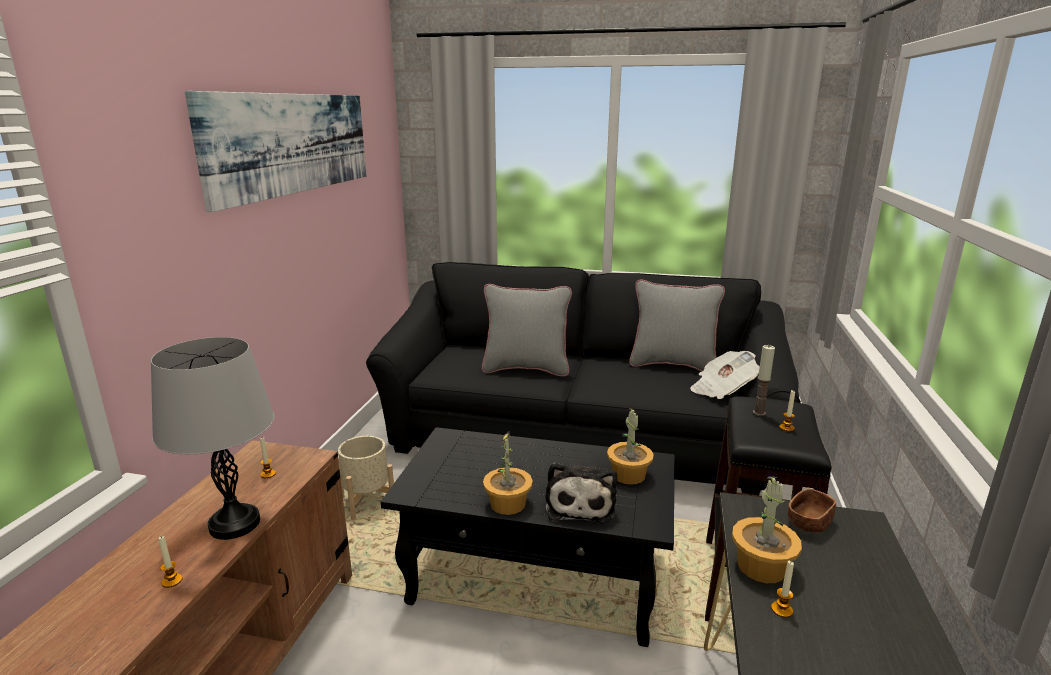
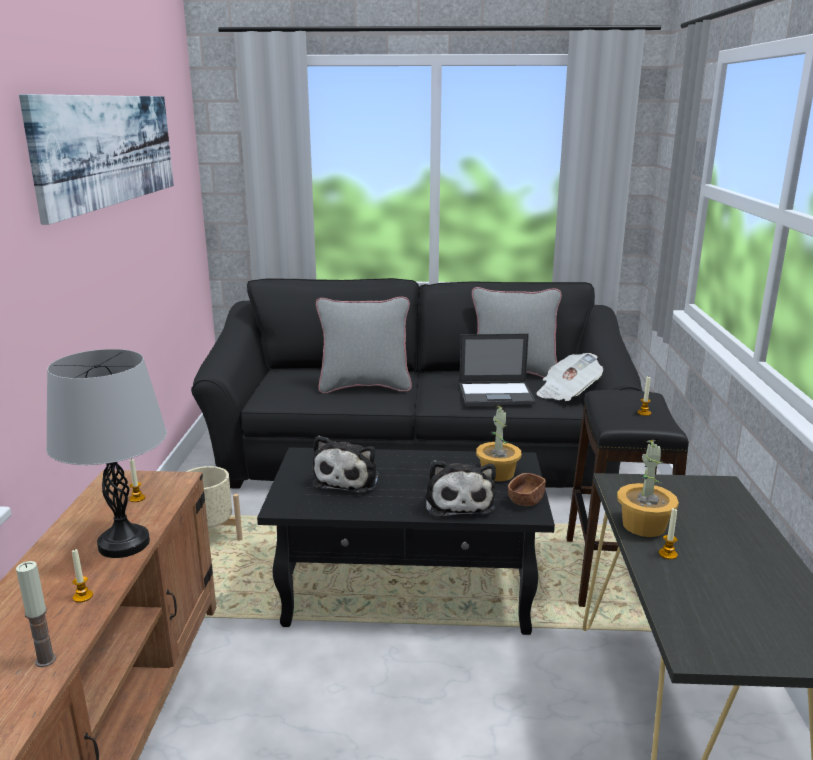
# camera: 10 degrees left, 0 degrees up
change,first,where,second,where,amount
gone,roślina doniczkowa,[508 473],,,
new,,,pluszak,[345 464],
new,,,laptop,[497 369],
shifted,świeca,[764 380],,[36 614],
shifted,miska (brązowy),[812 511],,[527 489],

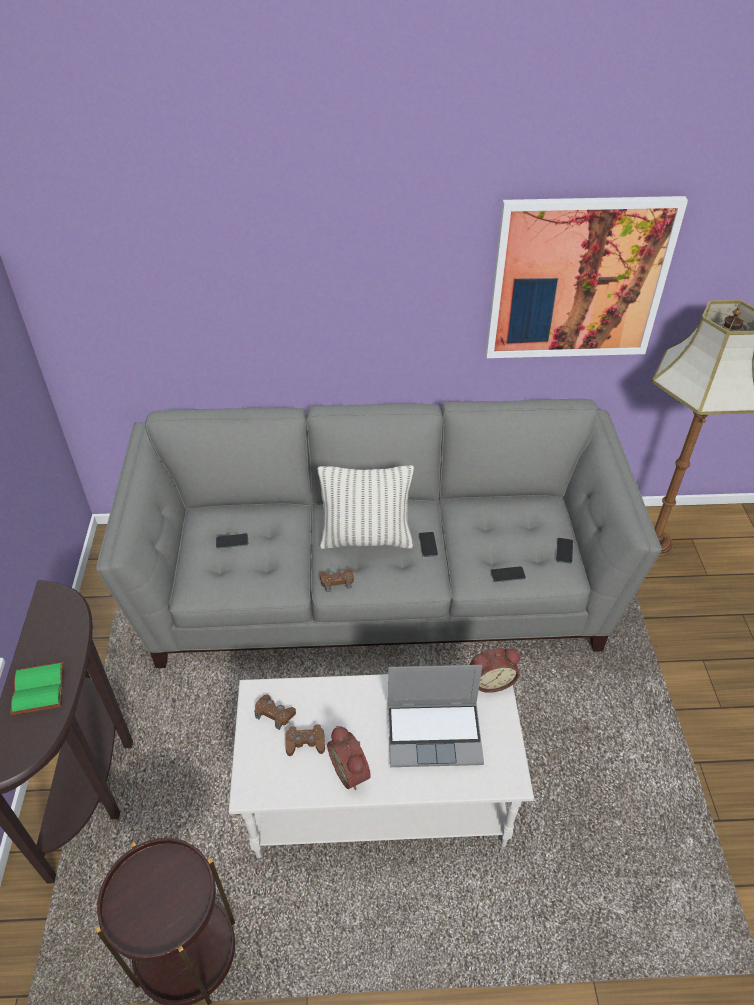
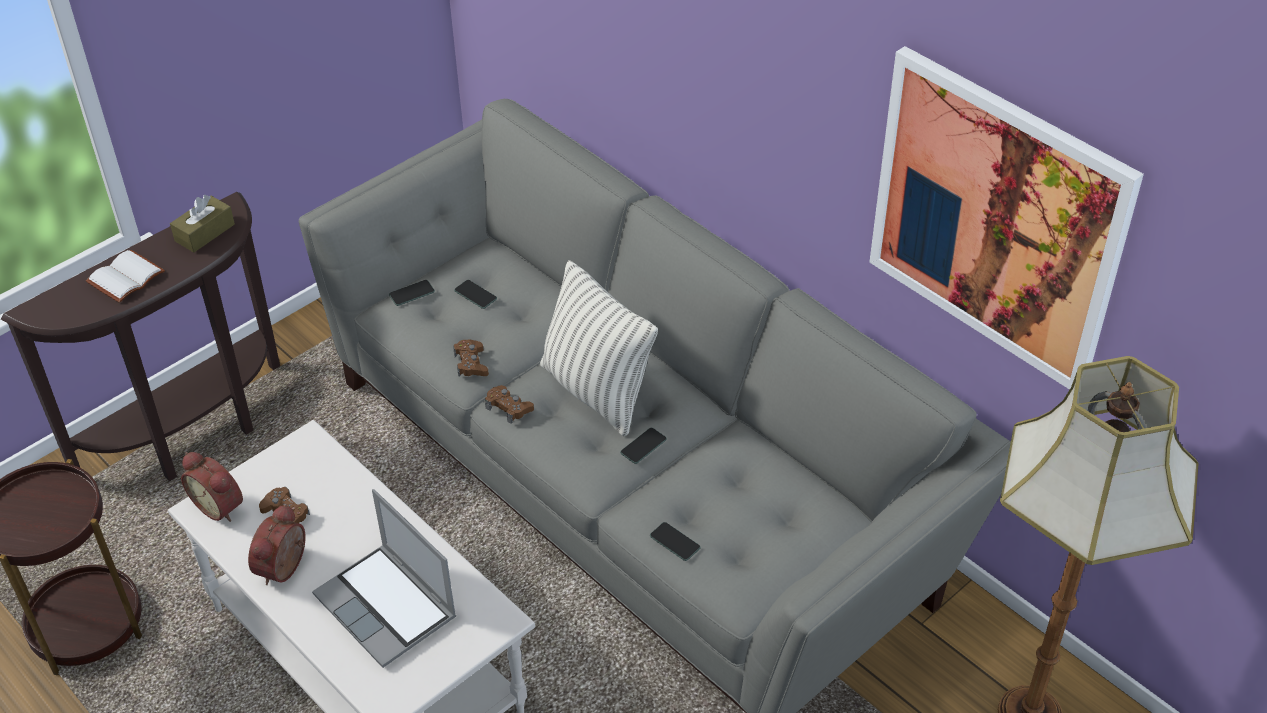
# camera: 50 degrees right, 0 degrees up
change,first,where,second,where,amount
new,,,pudełko chusteczek (brązowy),[202 224],
shifted,pad do gier (brązowy),[275 712],,[471 357],
shifted,budzik,[495 670],,[212 487],
shifted,telefon,[564 551],,[412 293],
repainted,książka (zielony),[37 688],książka (biały),[125 276],

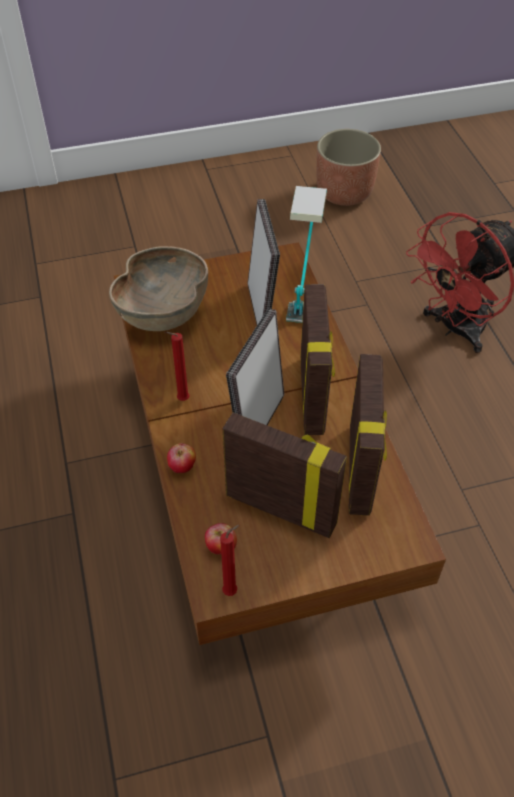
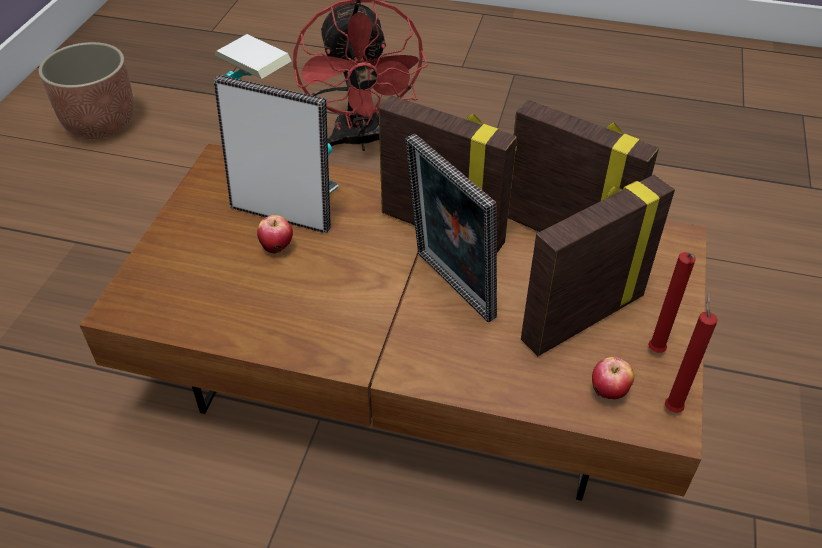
# camera: 60 degrees left, 5 degrees down
change,first,where,second,where,amount
gone,miska (brązowy),[158 288],,,
shifted,świeca (czerwony),[177 366],,[672 302],
shifted,jabłko,[181 458],,[275 234],

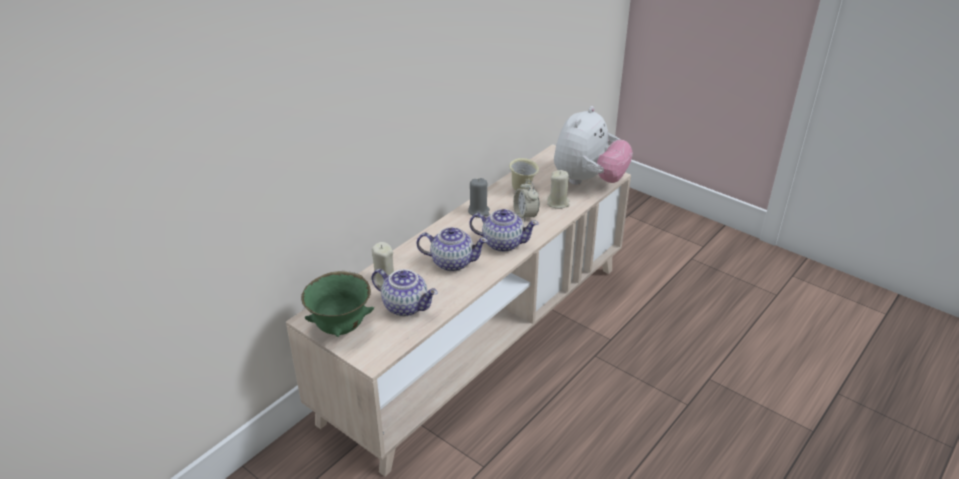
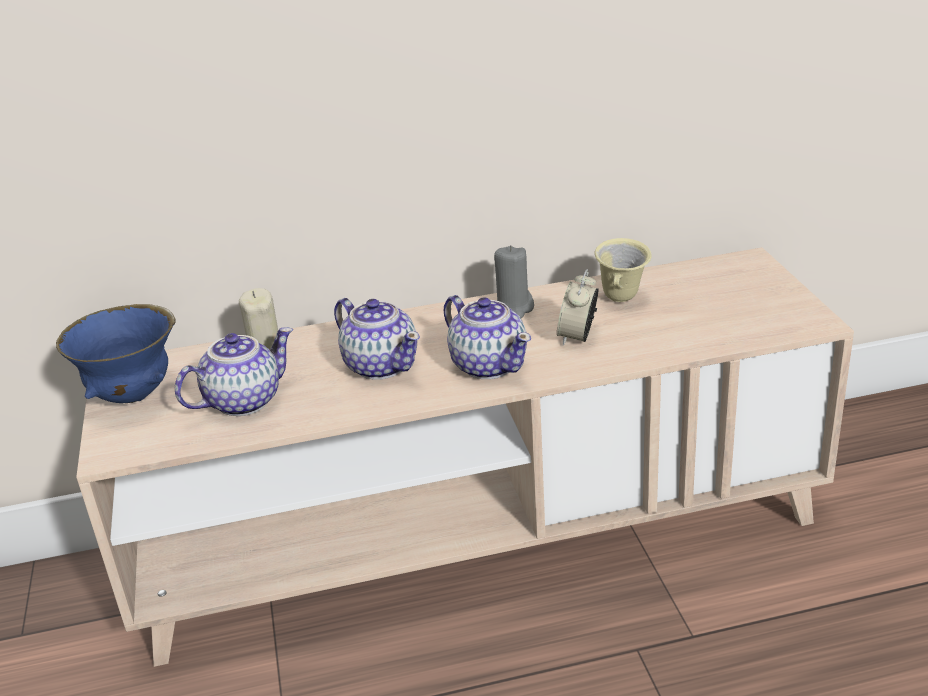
# camera: 40 degrees right, 5 degrees down
change,first,where,second,where,amount
gone,świeca (beżowy),[558 189],,,
gone,pluszak,[593 145],,,
repainted,miska (zielony),[337 304],miska (niebieski),[116 353],
rotated,imbryk,[405 292],,[234 371],105 degrees counterclockwise

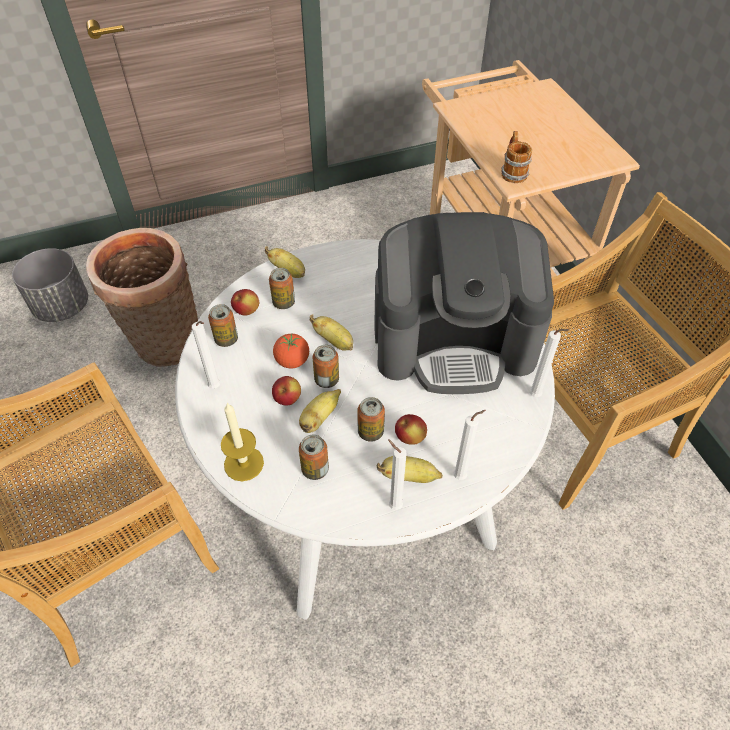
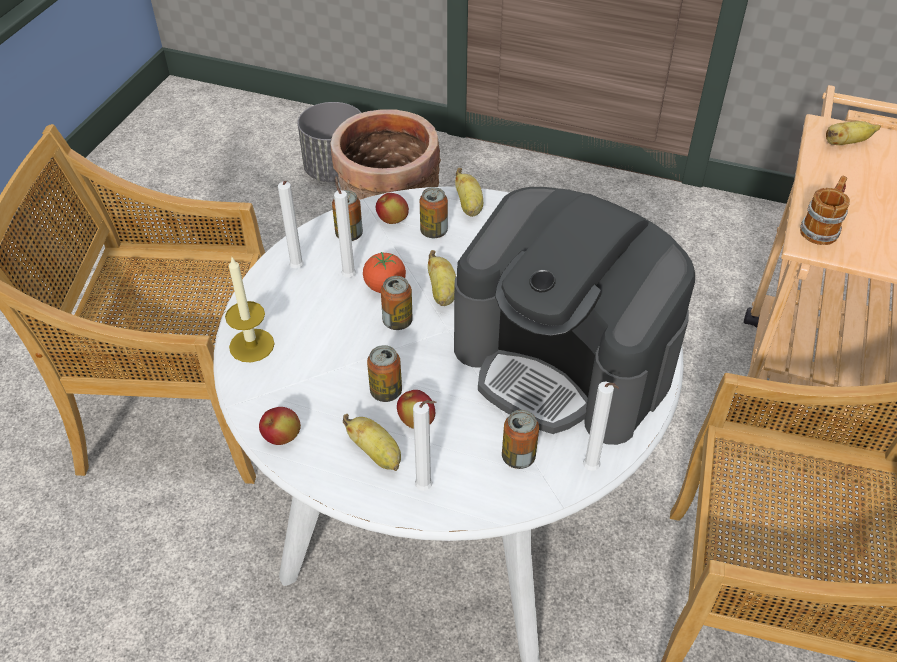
# camera: 40 degrees right, 5 degrees down
change,first,where,second,where,amount
shifted,jabłko,[286 391],,[280 426],
shifted,banan,[320 411],,[853 133],
shifted,puszka,[314 457],,[520 439],
shifted,świeca (biały),[397 474],,[345 226],

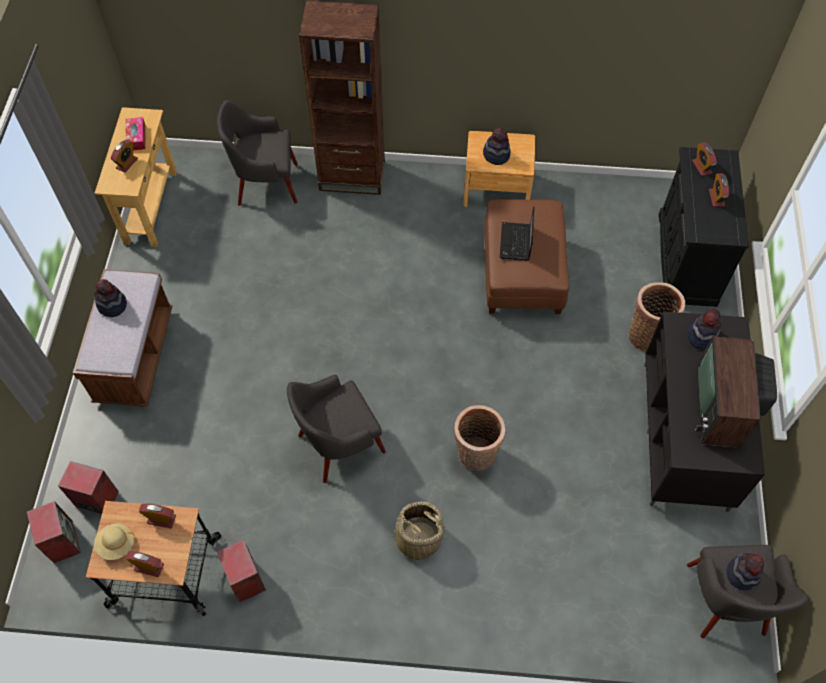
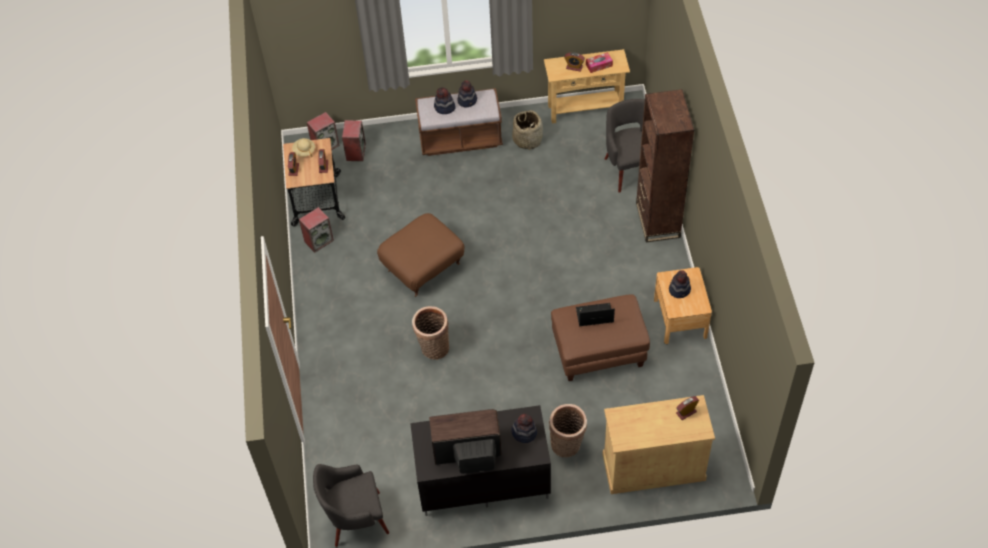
# camera: 80 degrees right, 5 degrees down
change,first,where,second,where,amount
gone,budzik,[719 190],,,
shifted,koszyk,[416 530],,[527 130],
shifted,kapelusz,[745 571],,[445 100],
swapped,fotel (szary),[336 429],pufa (brązowy),[421 255],
repainted,szafka (czarny),[704 227],szafka (beżowy),[658 444],

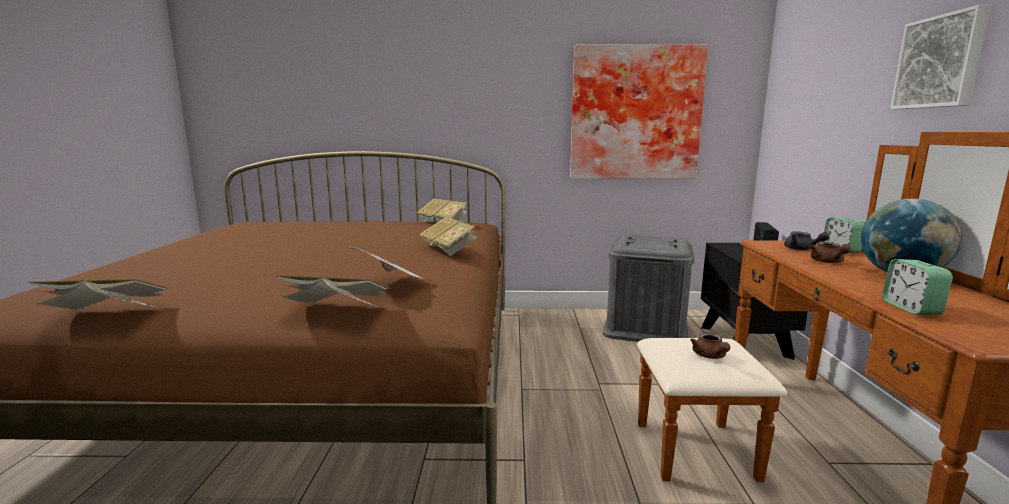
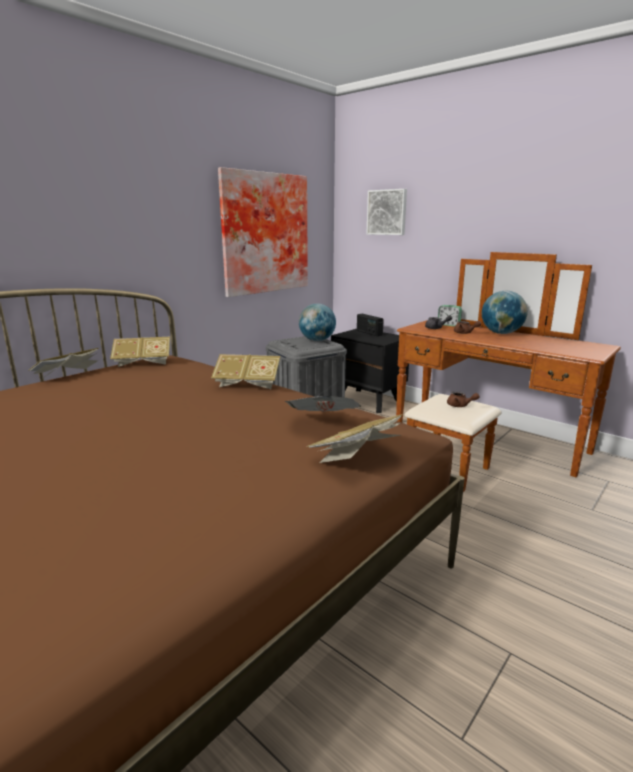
# camera: 50 degrees left, 5 degrees up
change,first,where,second,where,amount
gone,budzik,[917 287],,,
new,,,globus,[317 322],
shifted,książka,[98 294],,[63 364],
shifted,obraz,[940 56],,[386 212],

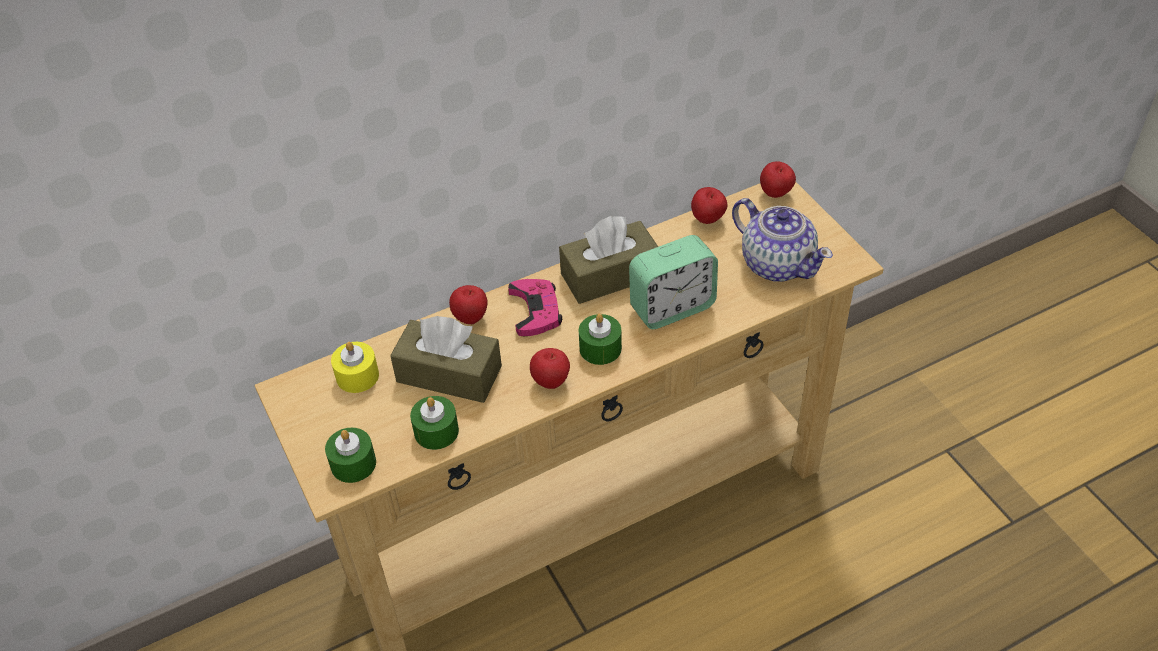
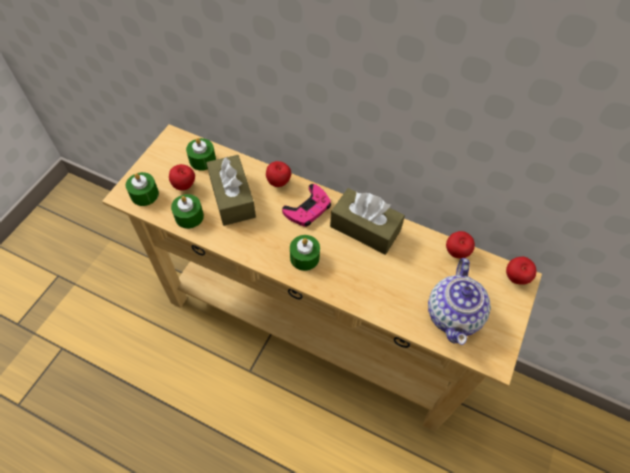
# camera: 50 degrees right, 10 degrees up
change,first,where,second,where,amount
gone,budzik,[673 282],,,
shifted,jabłko,[550 368],,[182 177],
repainted,świeca (żółty),[355 367],świeca (zielony),[201 154],

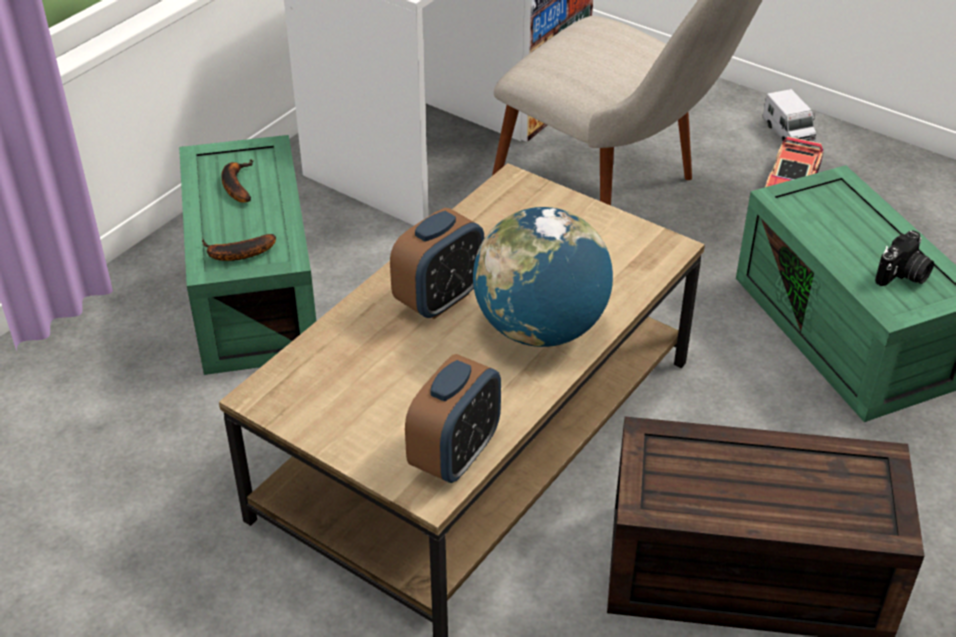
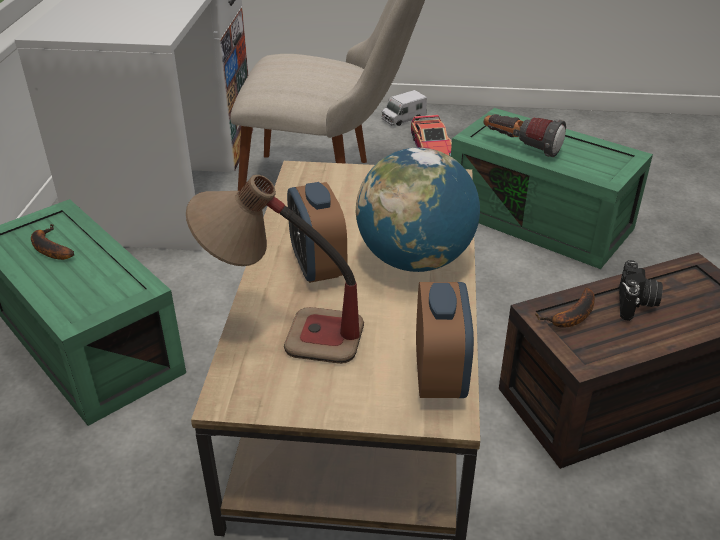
# camera: 30 degrees left, 5 degrees down
change,first,where,second,where,amount
new,,,lampa stołowa,[275 269],
new,,,latarka,[525 135],
shifted,banan,[239 247],,[565 307],
shifted,aparat fotograficzny,[904 258],,[641 290],
rotated,budzik,[437 263],,[317 232],150 degrees clockwise
rotated,ciężarówka zabawkowa,[789 117],,[404 108],105 degrees clockwise

